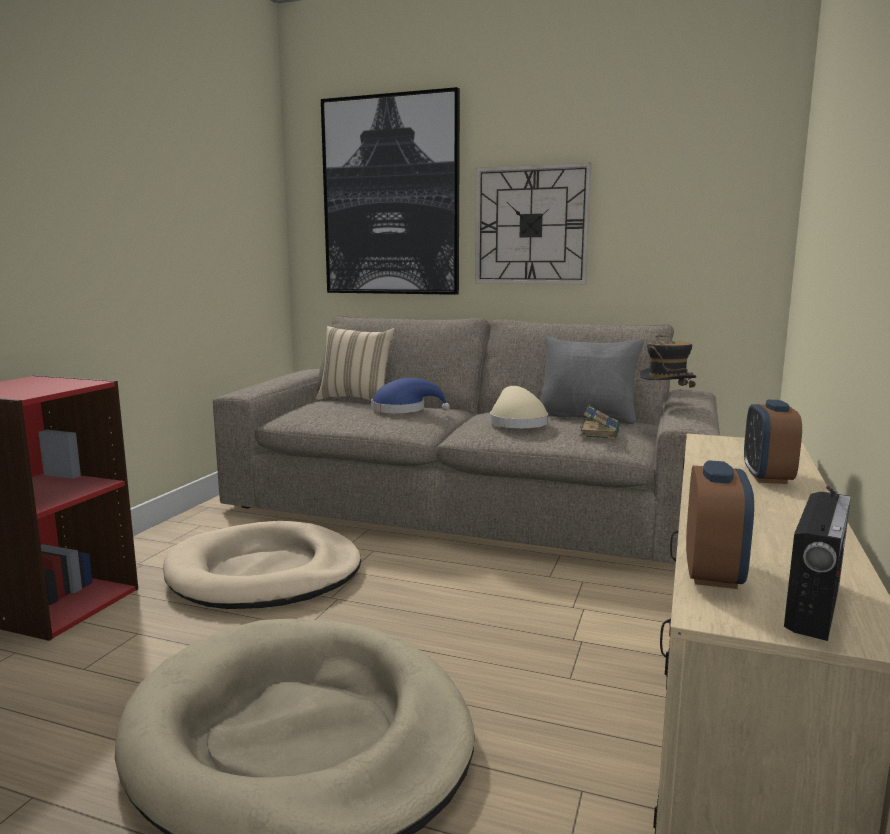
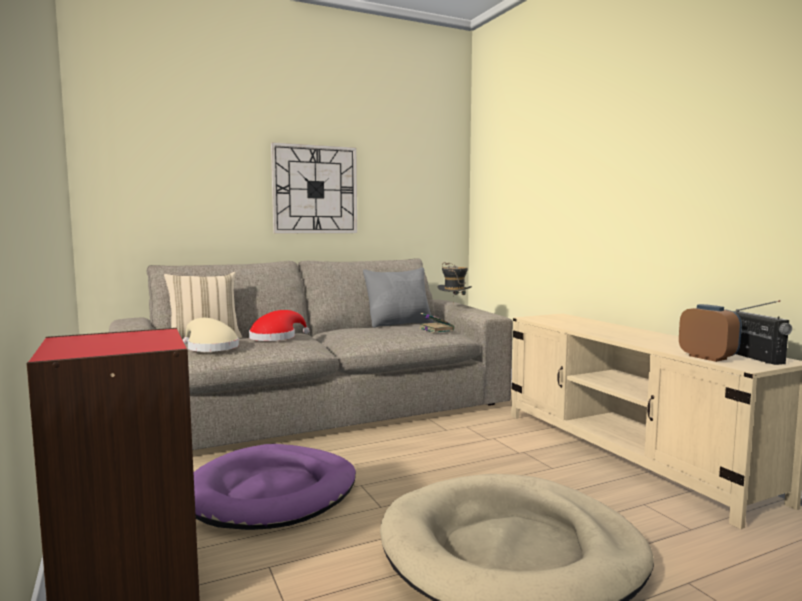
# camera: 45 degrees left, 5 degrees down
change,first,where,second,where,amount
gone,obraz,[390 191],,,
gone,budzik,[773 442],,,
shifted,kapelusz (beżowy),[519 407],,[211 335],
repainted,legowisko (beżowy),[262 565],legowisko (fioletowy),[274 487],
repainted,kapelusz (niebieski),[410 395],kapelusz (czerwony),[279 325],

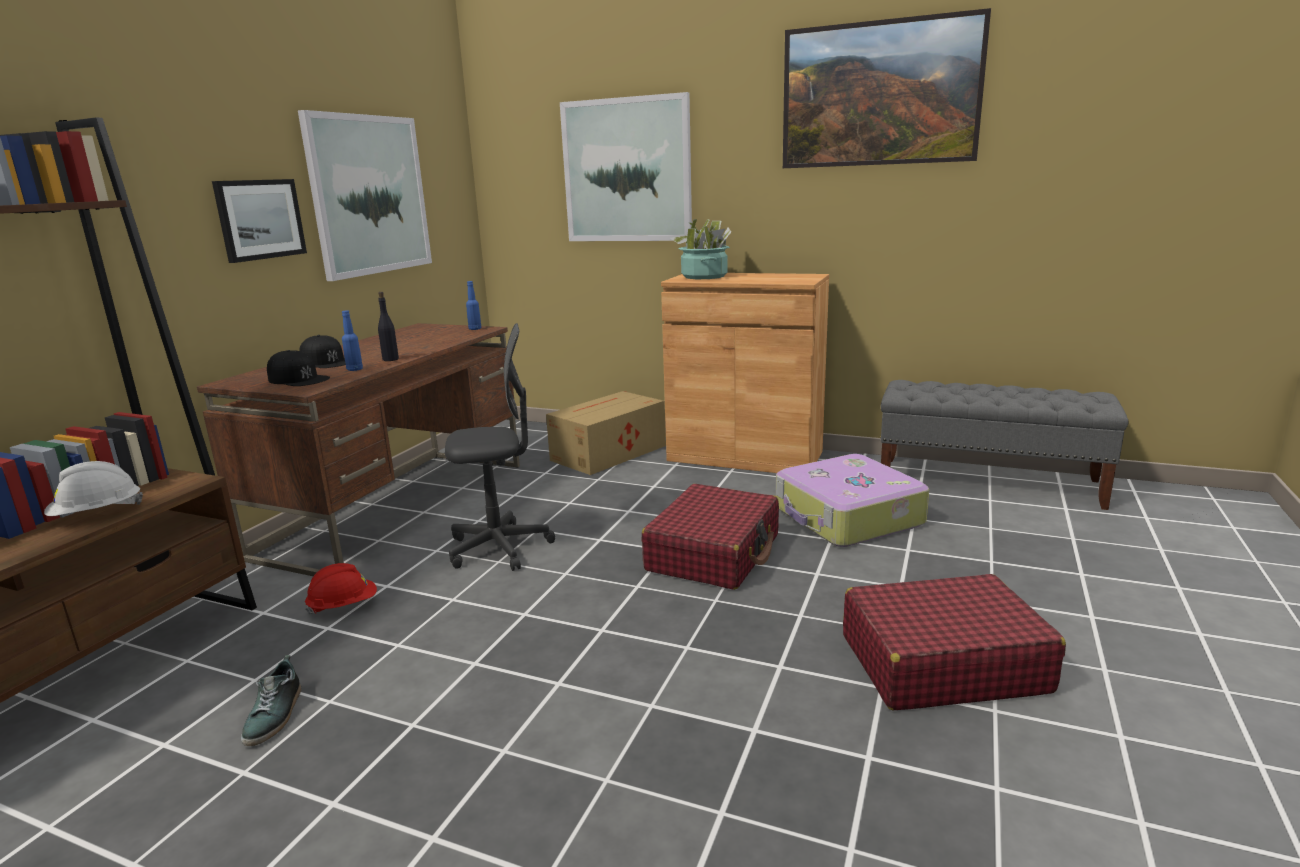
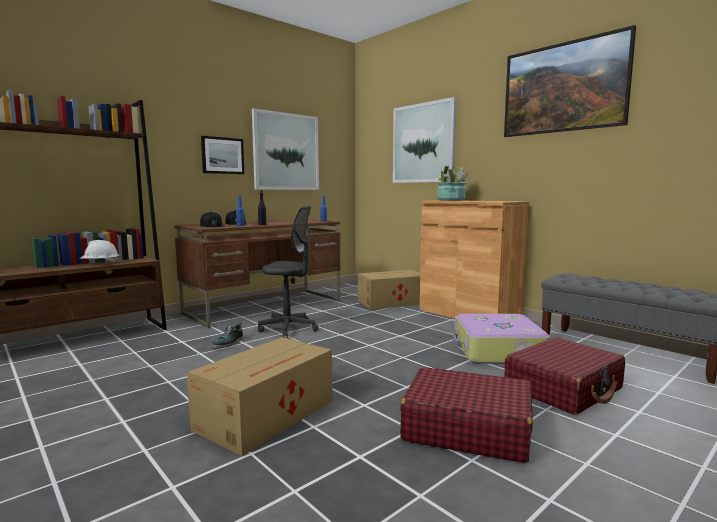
# camera: 25 degrees right, 10 degrees down
change,first,where,second,where,amount
gone,kask (czerwony),[341 588],,,
new,,,karton,[260 396],
shifted,but,[271 700],,[227 335],
shifted,walizka (czerwony),[710 537],,[564 376],

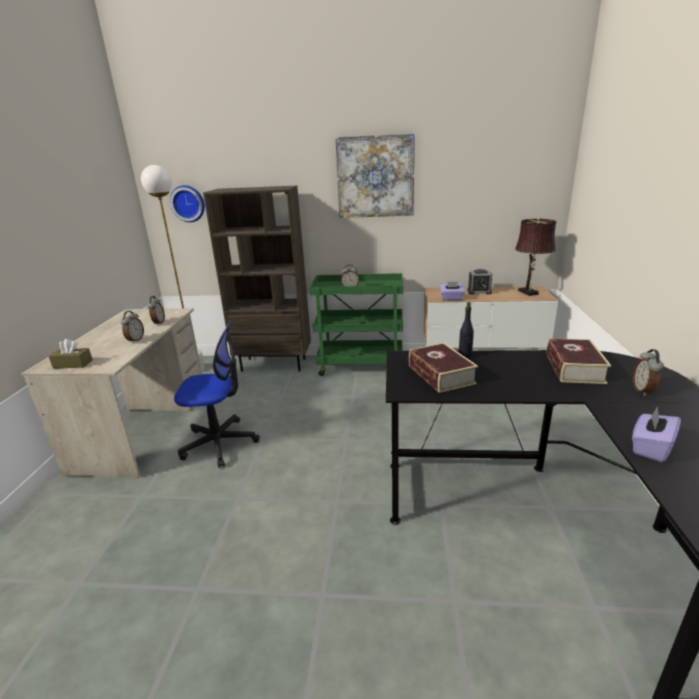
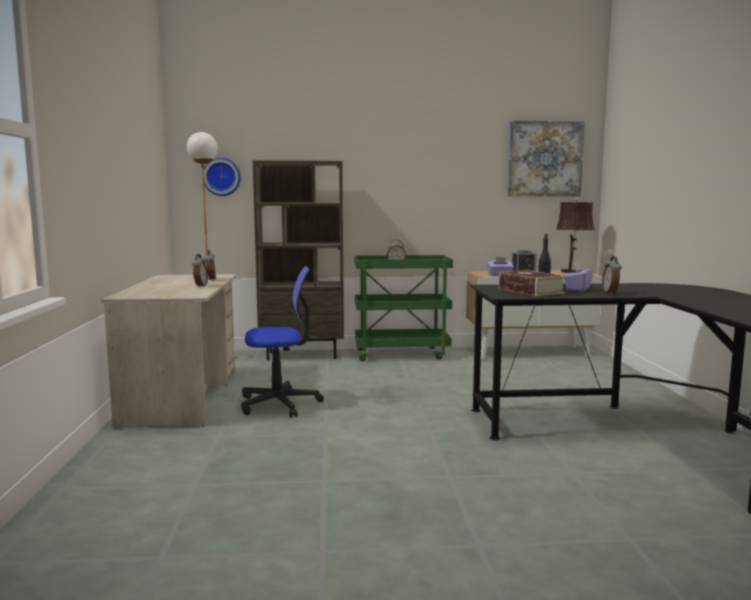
# camera: 10 degrees left, 15 degrees down
change,first,where,second,where,amount
gone,pudełko chusteczek (brązowy),[71 354],,,
gone,książka,[579 361],,,
shifted,obraz,[375 175],,[546 158],
shifted,pudełko chusteczek (fioletowy),[656 434],,[578 276],
shifted,budzik,[648 372],,[612 275],

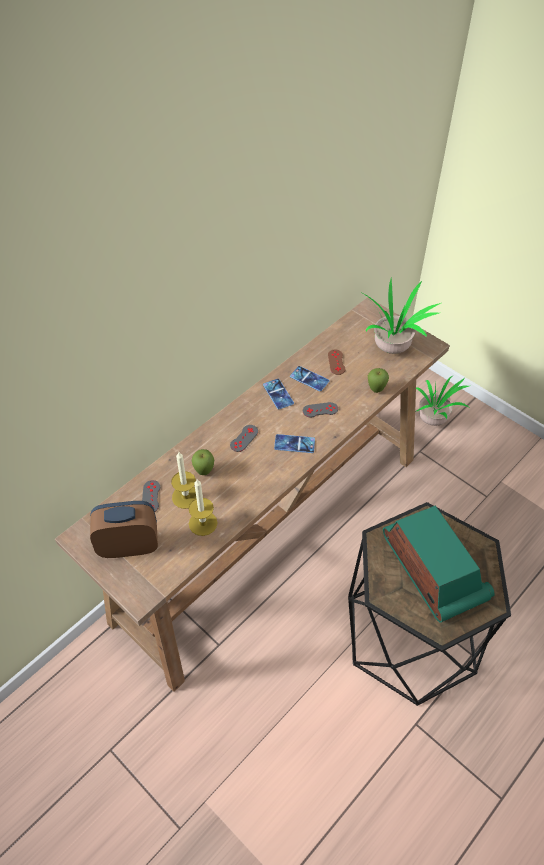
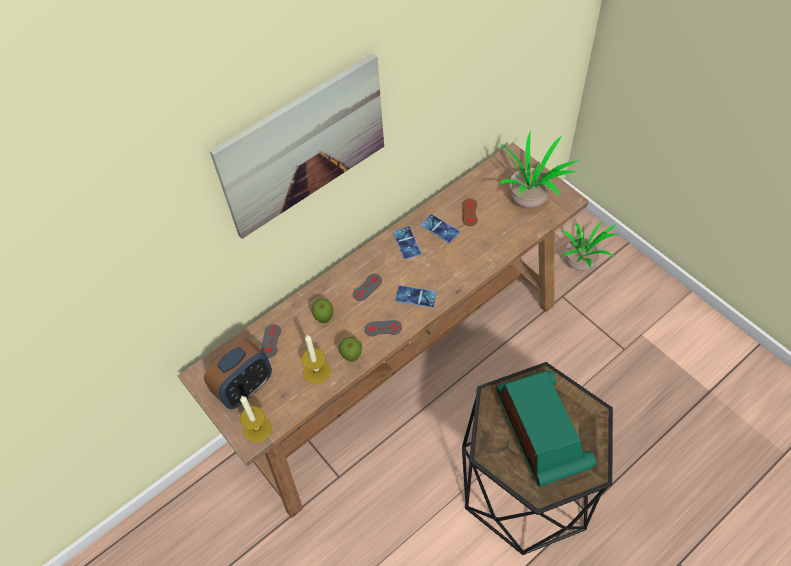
# camera: 10 degrees right, 5 degrees up
change,first,where,second,where,amount
new,,,obraz,[297 146],
shifted,świeca,[183 480],,[256 419],
shifted,pad do gier (szary),[320 409],,[383 328],
shifted,jabłko,[378 380],,[350 349],
rotated,budzik,[124 529],,[238 374],135 degrees clockwise

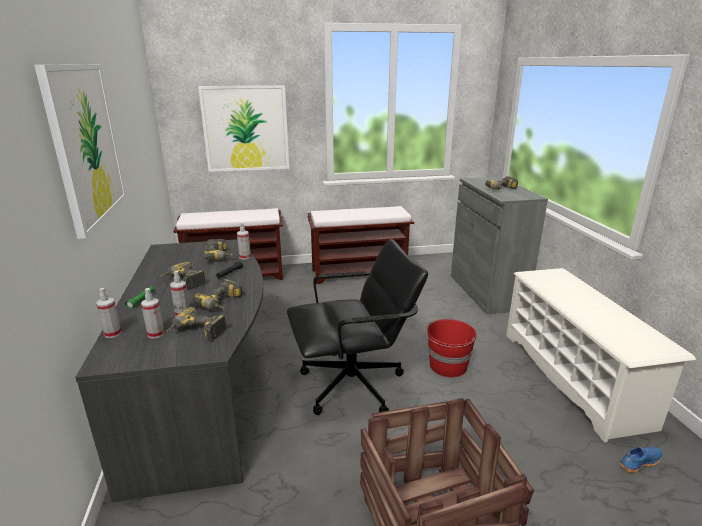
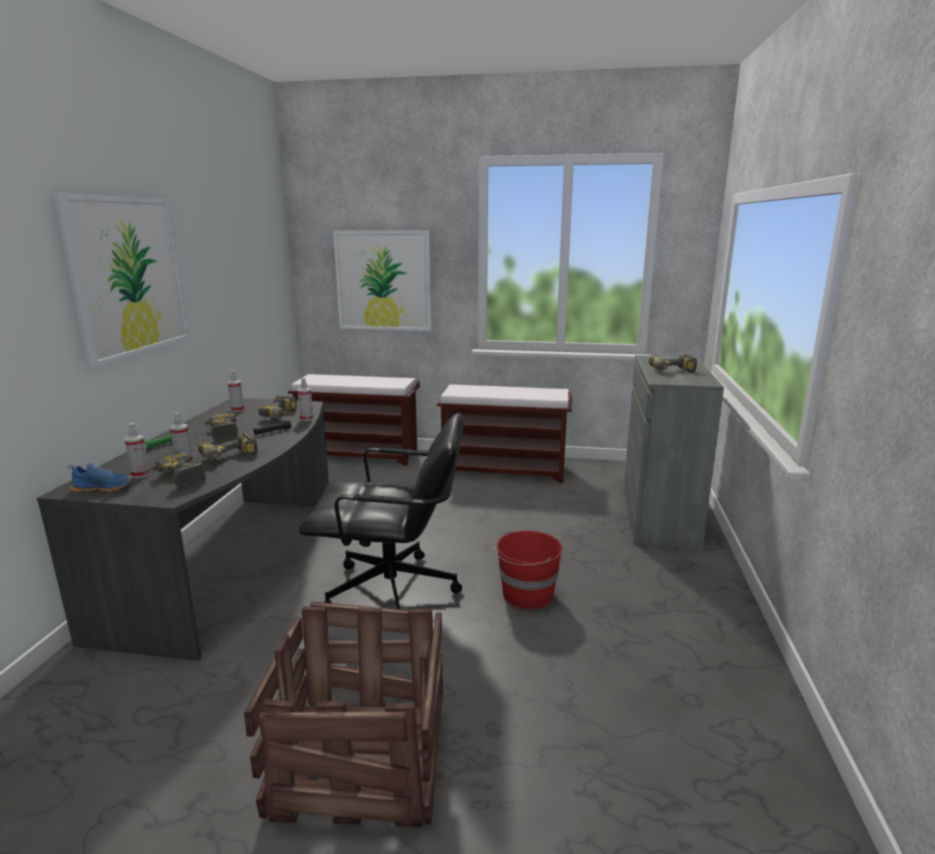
# camera: 20 degrees right, 5 degrees down
change,first,where,second,where,amount
gone,regał na buty (biały),[601 355],,,
shifted,spryskiwacz,[108 313],,[236 391],
shifted,but (niebieski),[641 460],,[100 477],

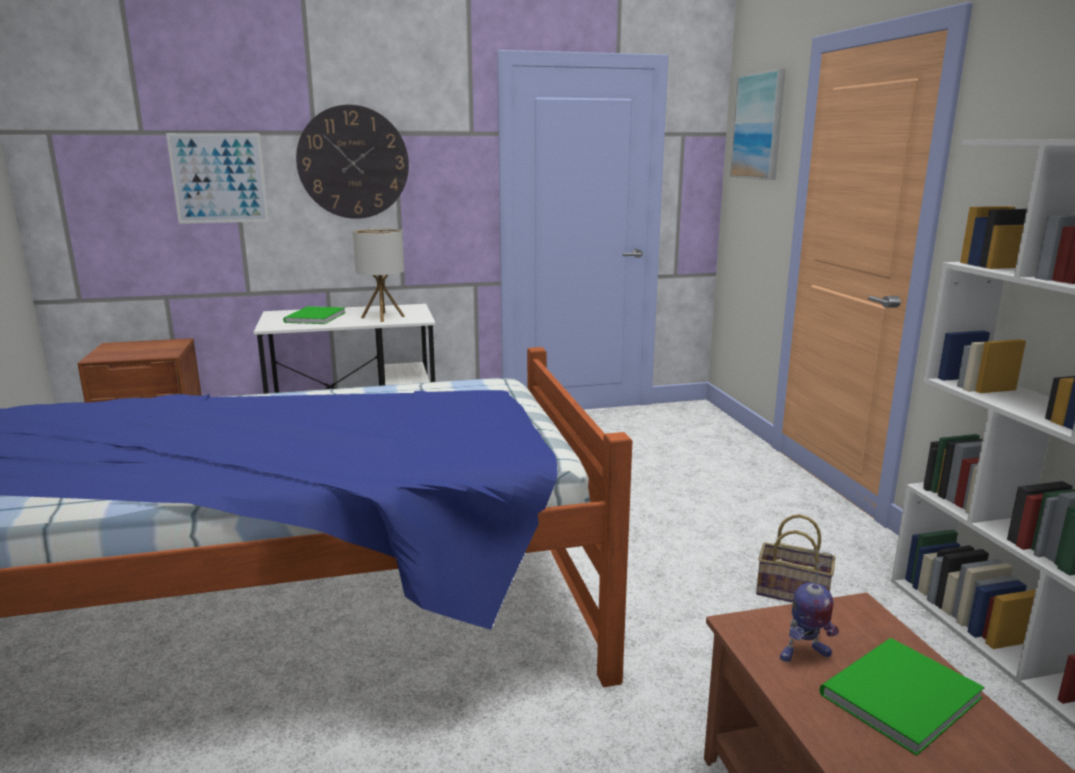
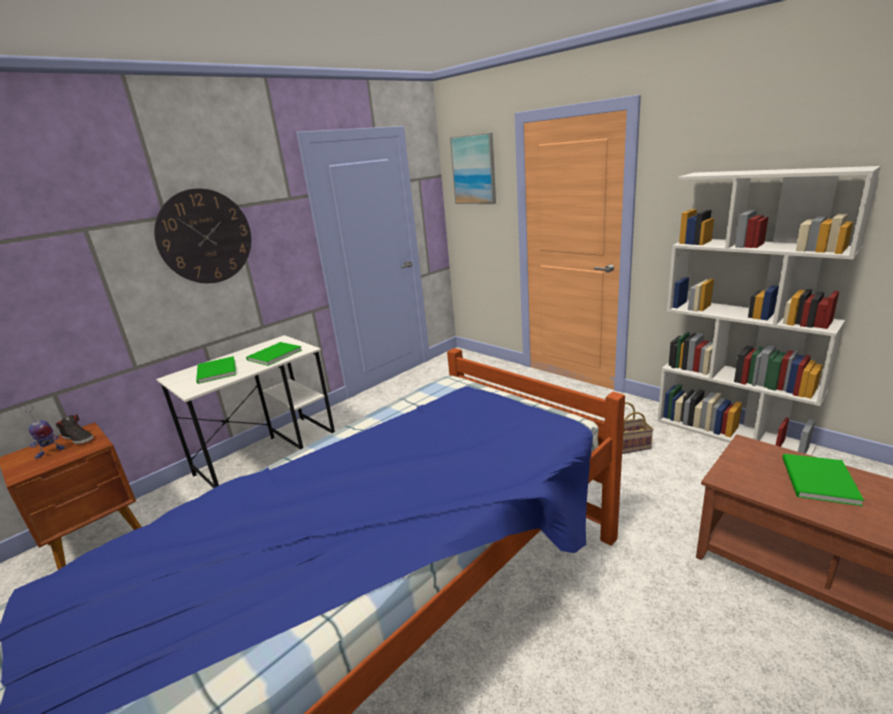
# camera: 30 degrees left, 5 degrees up
change,first,where,second,where,amount
gone,obraz,[217 178],,,
new,,,but (czarny),[74 429],
shifted,robot zabawkowy,[809 605],,[42 432],
swapped,lampa stołowa,[379 275],książka (zielony),[274 354],

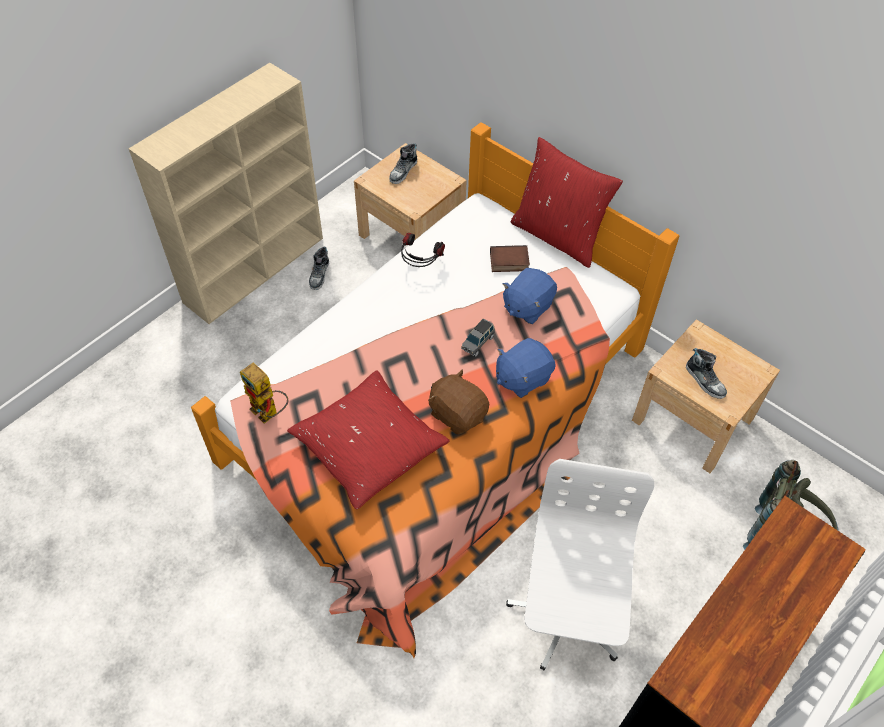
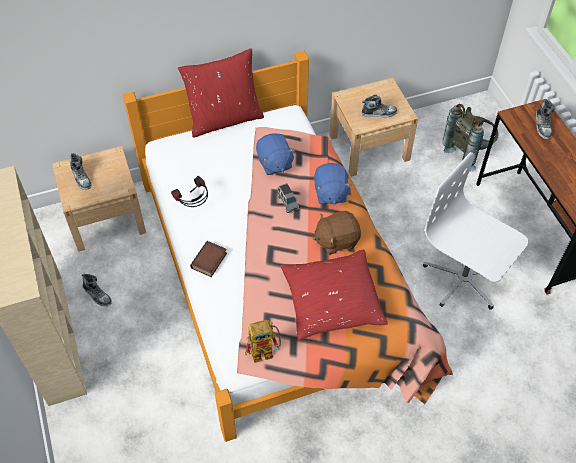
# camera: 60 degrees left, 0 degrees up
change,first,where,second,where,amount
new,,,but,[546 119],
shifted,książka,[510 258],,[208 259],

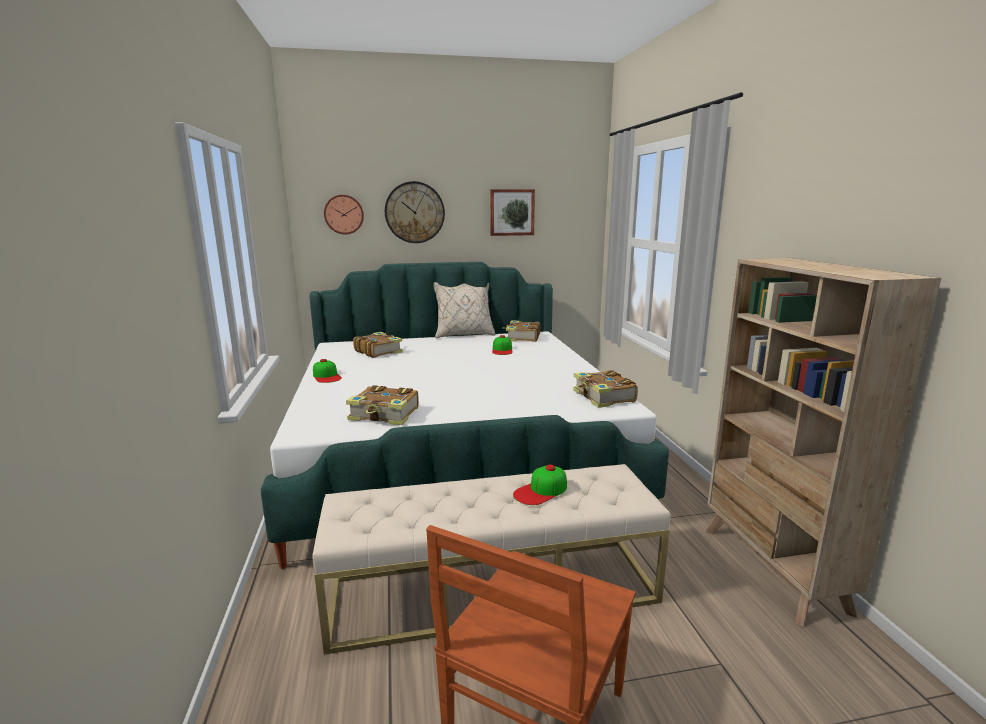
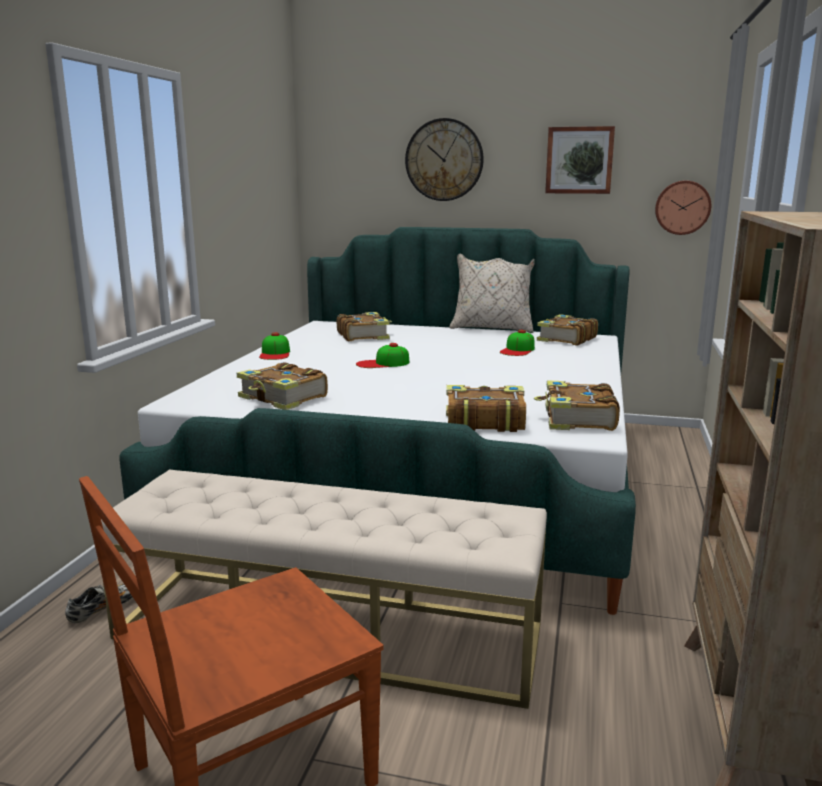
# camera: 25 degrees right, 0 degrees up
change,first,where,second,where,amount
new,,,but,[99 603],
new,,,książka,[486 408],
shifted,zegar ścienny,[344 214],,[683 208],
shifted,czapka z daszkiem,[540 485],,[382 355],

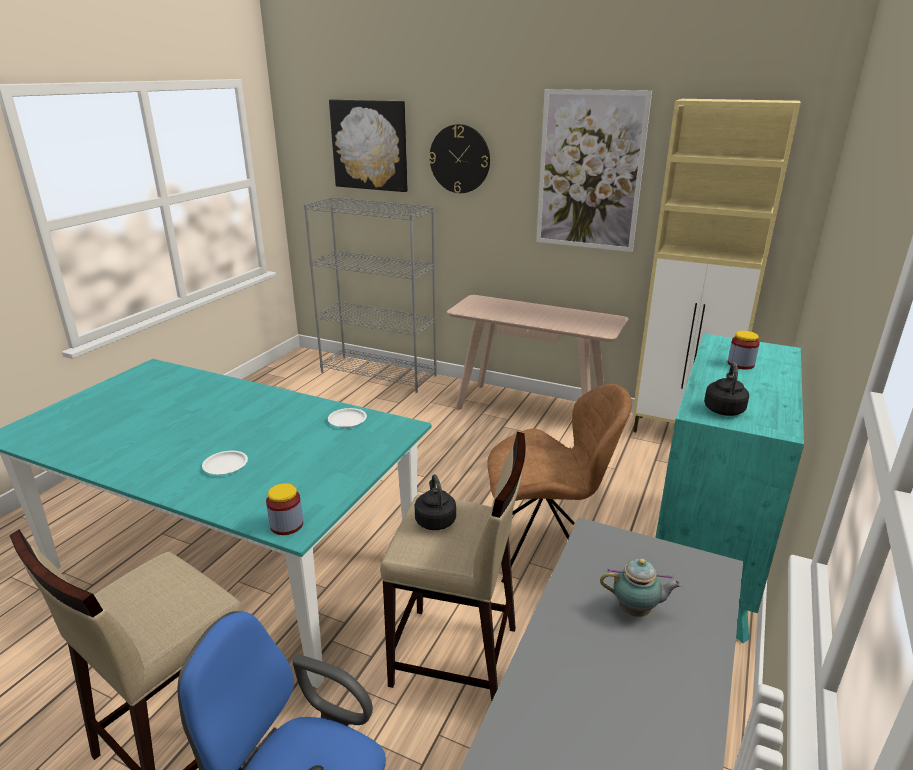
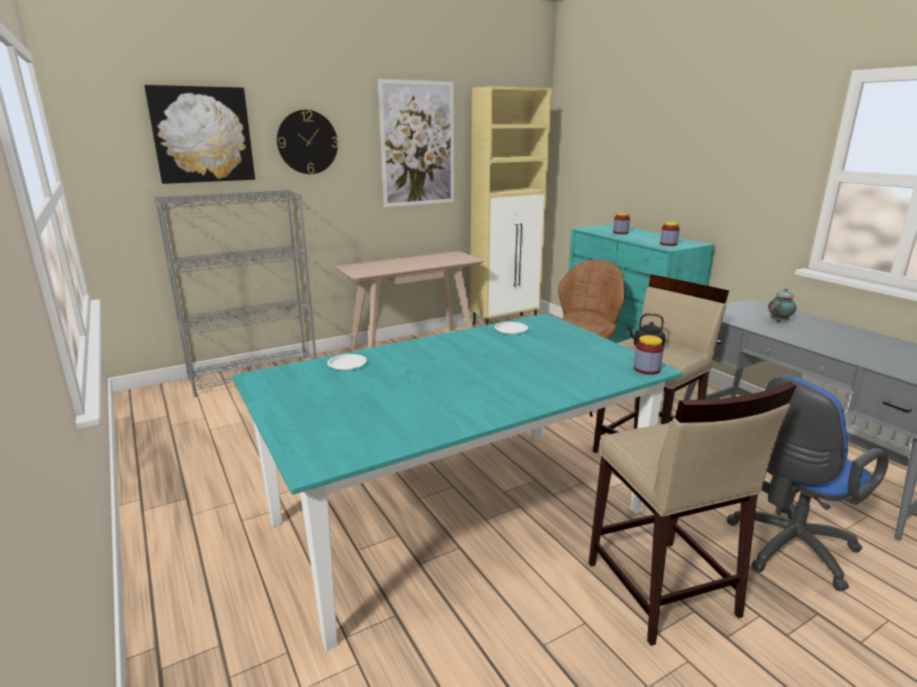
# camera: 55 degrees left, 5 degrees down
change,first,where,second,where,amount
shifted,talerz (biały),[225 463],,[347 362],
swapped,czajnik (czarny),[726 389],słoik,[670 234],

